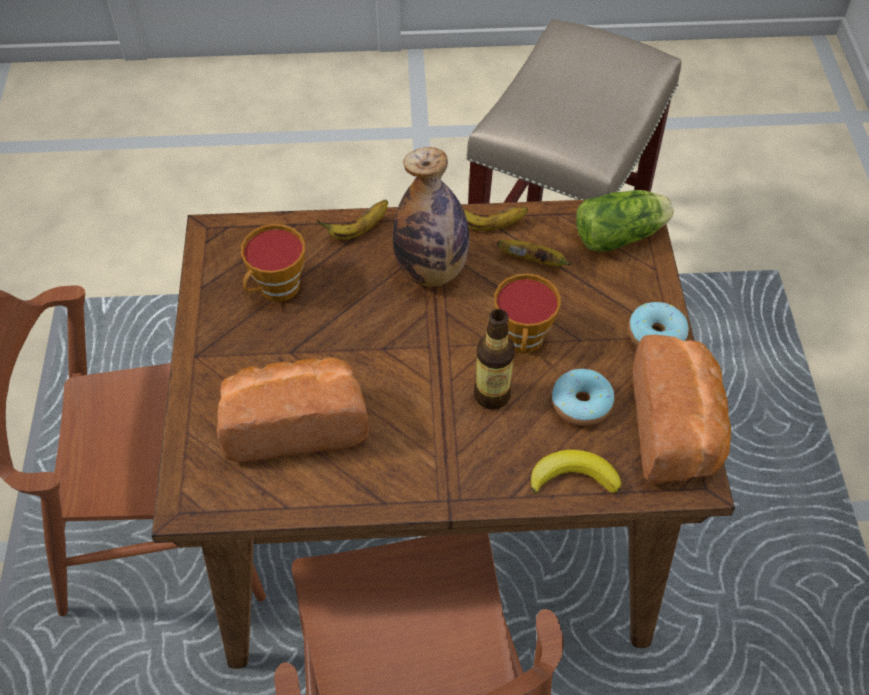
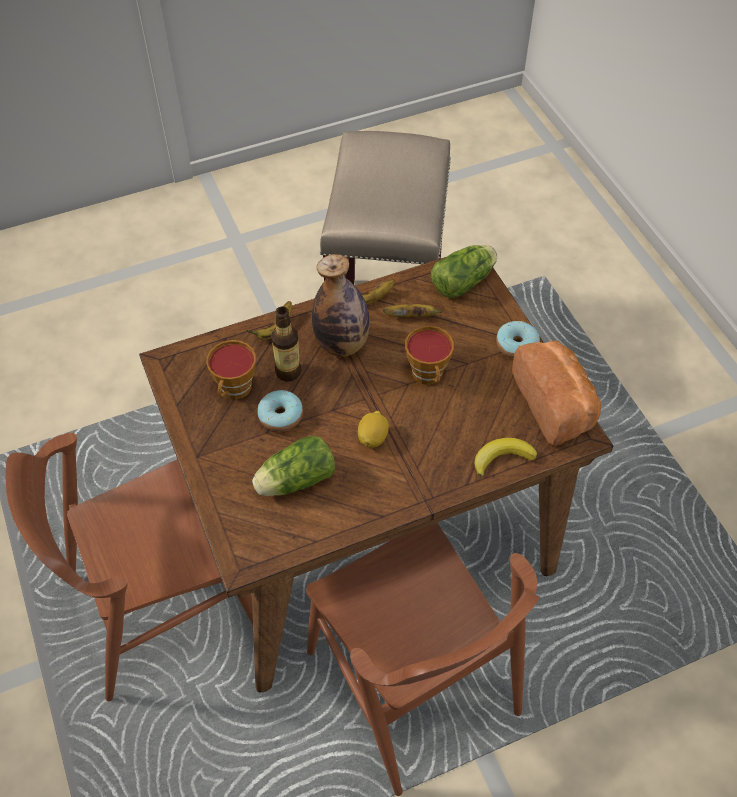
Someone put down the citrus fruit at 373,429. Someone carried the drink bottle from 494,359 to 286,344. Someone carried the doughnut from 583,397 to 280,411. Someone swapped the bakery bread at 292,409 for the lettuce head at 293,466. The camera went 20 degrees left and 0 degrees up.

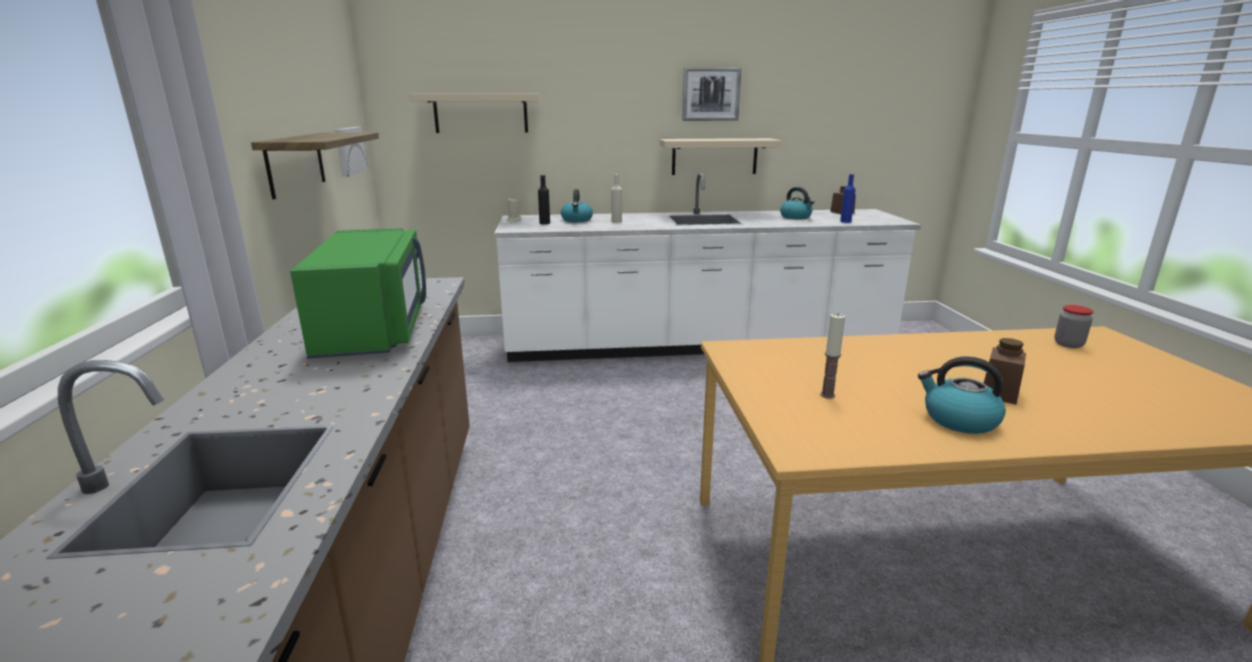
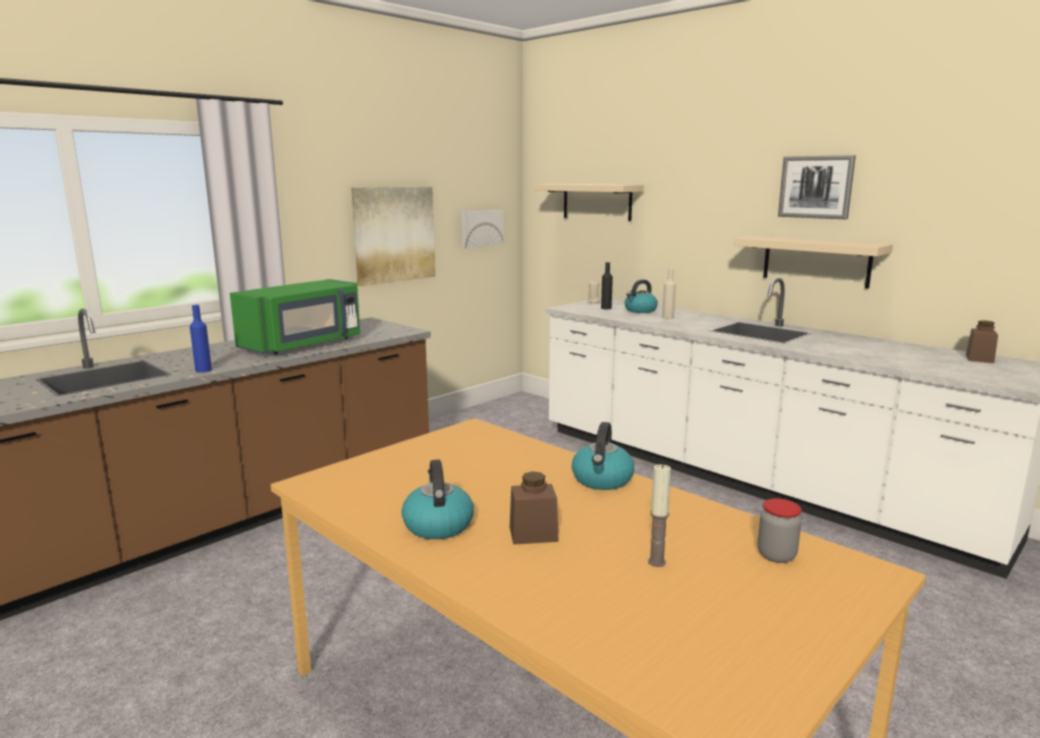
Someone carried the water kettle from 797,203 to 603,456. Someone carried the candle from 832,356 to 659,515. Someone carried the drink bottle/blue-coloured from 848,198 to 201,339. Someone swapped the wall shelf at 315,165 for the wall art at 393,236. The camera went 50 degrees right and 5 degrees down.

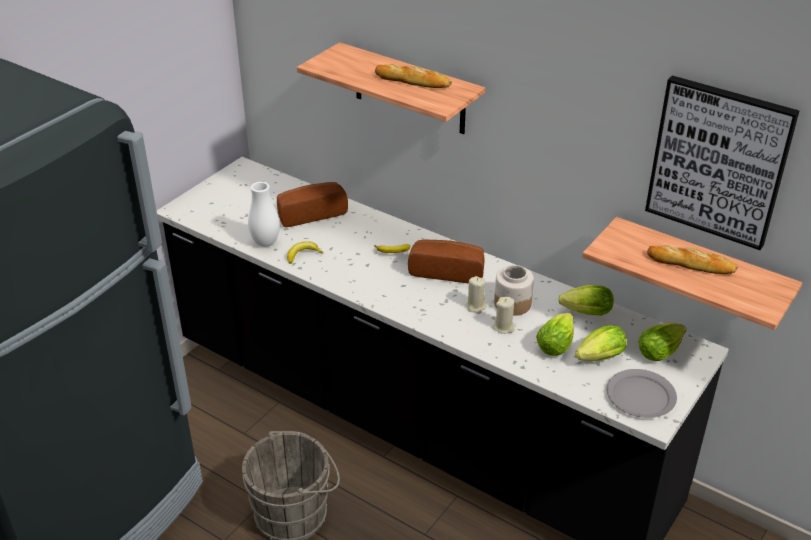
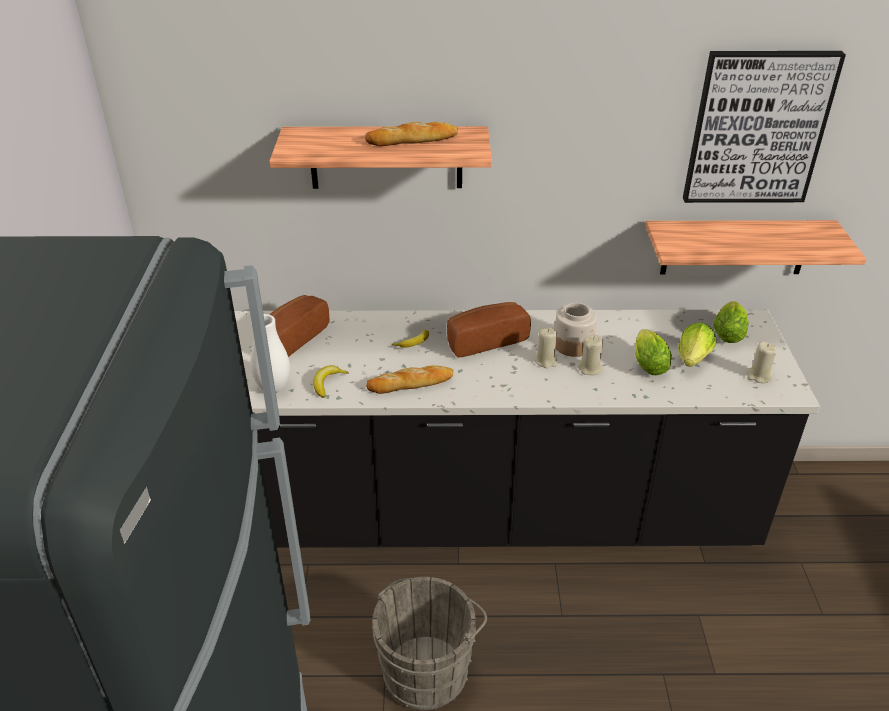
Someone took away the lettuce head at 586,300. Someone carried the bakery bread from 692,259 to 409,379. Someone swapped the dinner plate/gray at 642,393 for the candle/beige-coloured at 761,362. The camera went 35 degrees left and 0 degrees up.

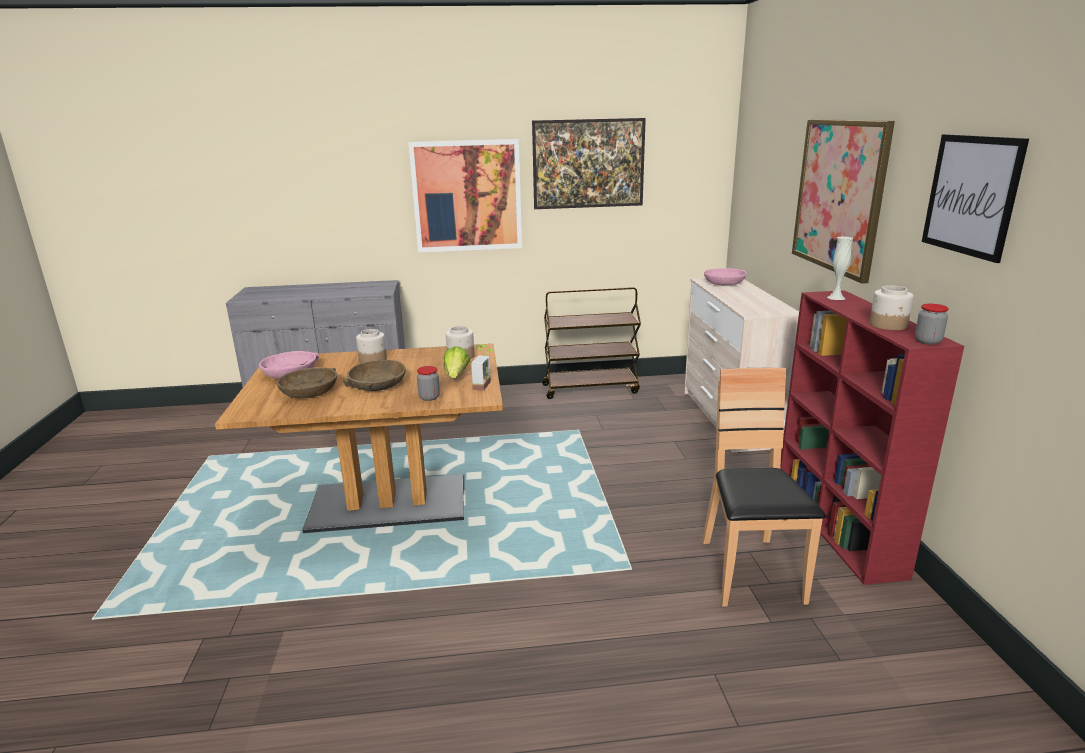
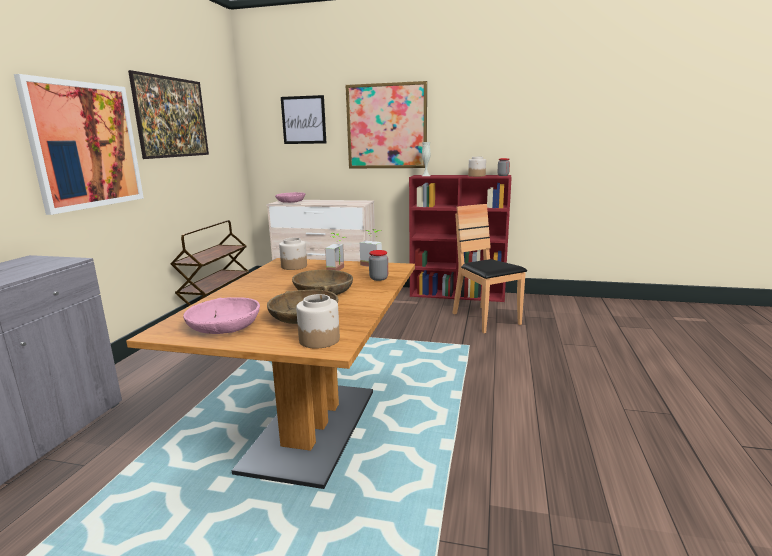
Someone carried the preserve jar from 371,346 to 318,321. Someone carried the wall art from 975,198 to 303,119. Someone swapped the lettuce head at 457,362 for the houseplant at 336,252. Someone rotated the plain chair/brown at 764,487 by 45 degrees clockwise. The camera went 70 degrees left and 5 degrees down.

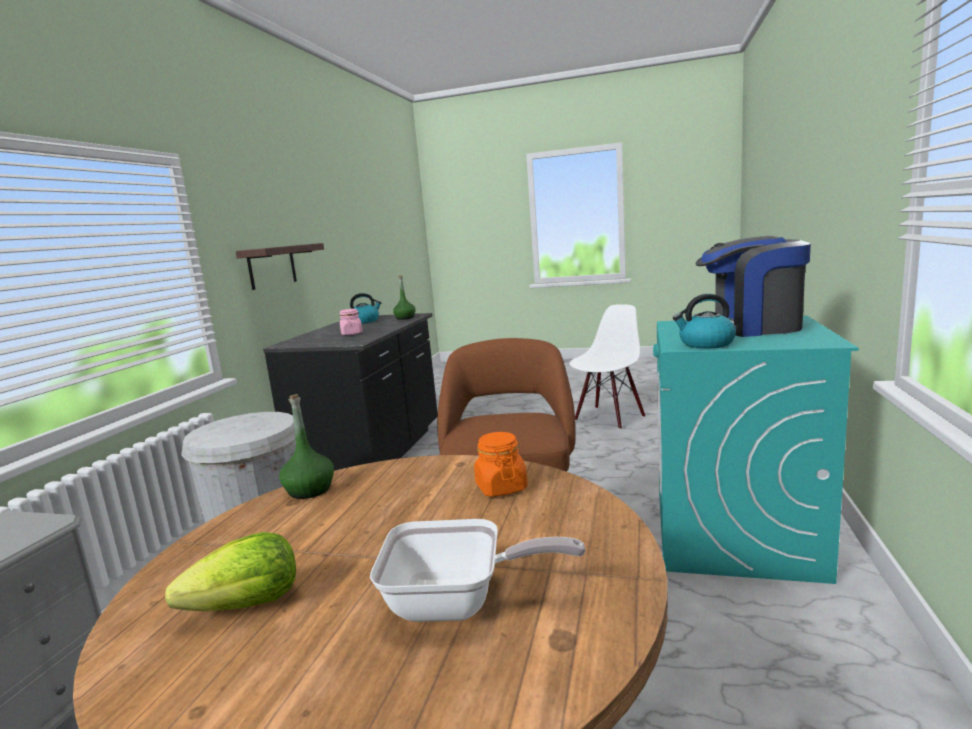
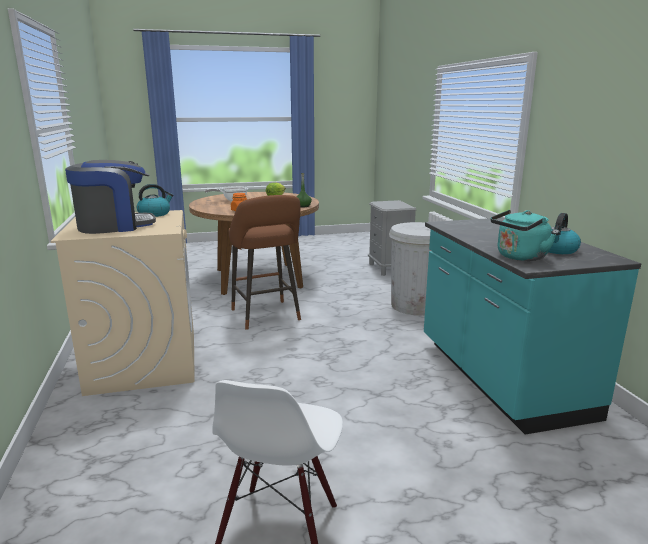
Someone took away the wall shelf at 280,266. Someone took away the preserve jar/pinkish at 351,322. Someone swapped the drink bottle/green at 404,297 for the water kettle/blue-green at 523,235. Someone repainted the counter/black-coloured at 350,392, which became the counter/blue-green at 532,326. Someone repainted the washing machine/blue-green at 756,450, which became the washing machine/beige-coloured at 123,303. The camera went 150 degrees right and 5 degrees up.

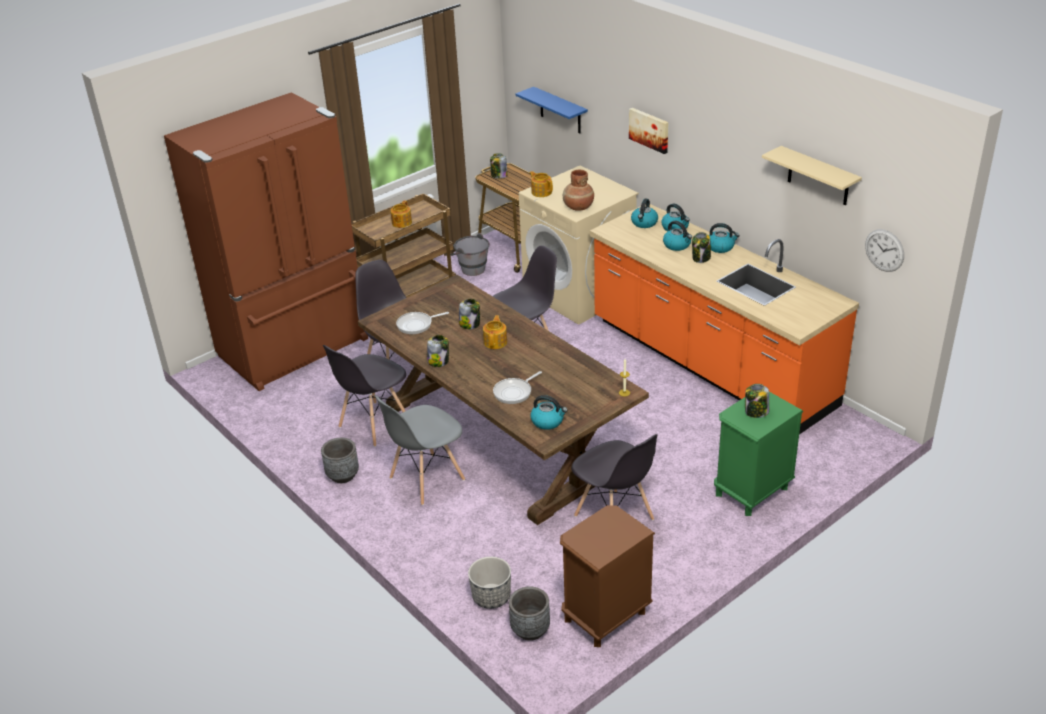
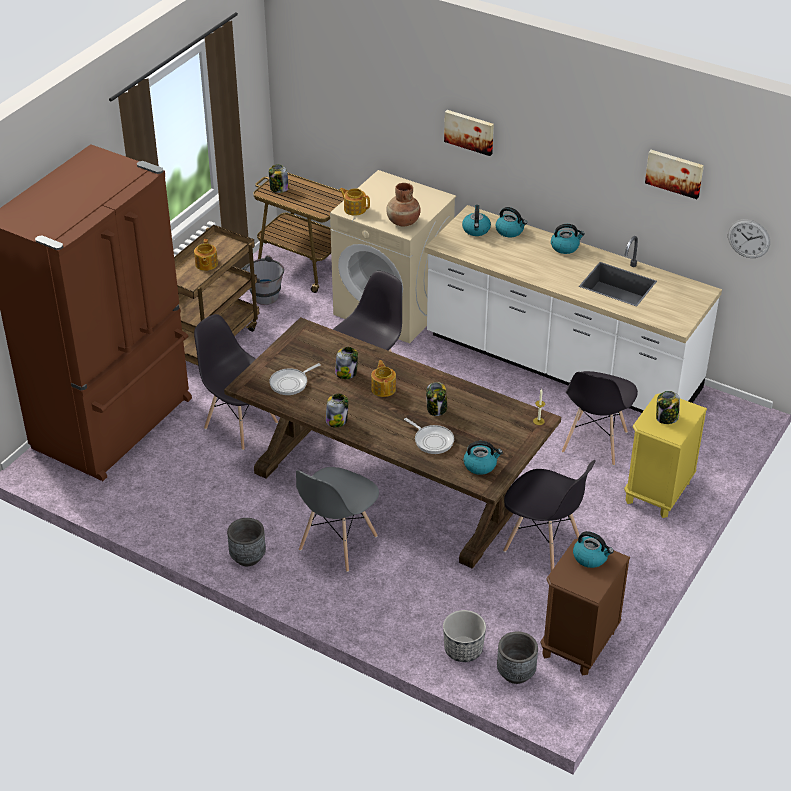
Someone took away the wall shelf/blue-coloured at 551,110. Someone carried the plain chair/gray from 364,396 to 600,418. Someone carried the water kettle from 677,236 to 593,549. Someone carried the preserve jar from 701,247 to 436,399. Someone swapped the wall shelf/beige-coloured at 812,176 for the wall art at 674,174. Someone repainted the counter/orange at 724,319, which became the counter/whitish at 573,309. Someone repainted the bedside table/green at 758,454, which became the bedside table/yellow at 665,455. Someone rotated the pan at 517,387 by 75 degrees counterclockwise. The camera went 20 degrees left and 5 degrees up.

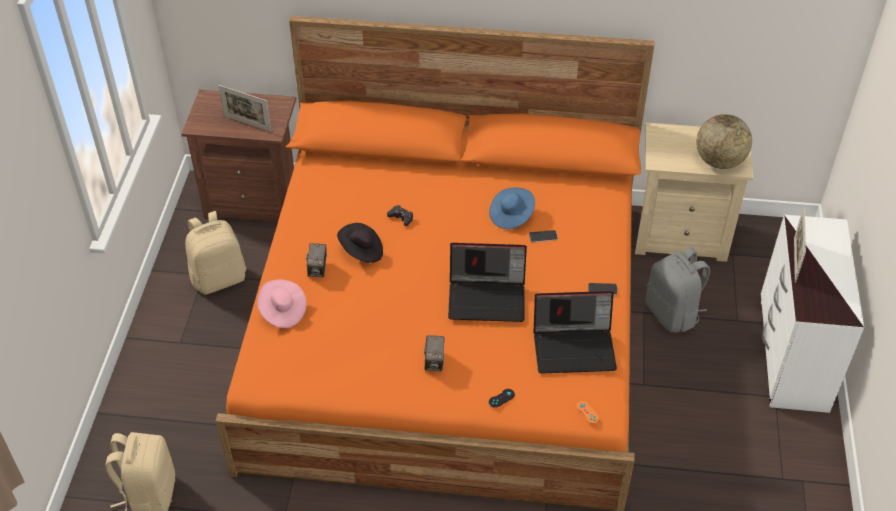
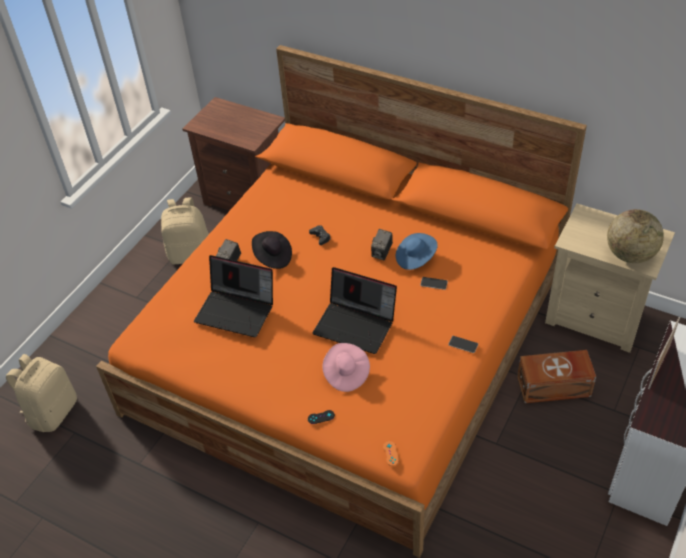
Someone took away the picture frame at 244,108. Someone carried the wearable hat/pinkish from 282,304 to 346,367. Someone carried the still camera from 434,353 to 382,244. Someone carried the notebook computer from 575,332 to 233,296. Someone swapped the knapsack/gray at 678,290 for the storage bin/brown at 556,376. The camera went 25 degrees right and 0 degrees up.

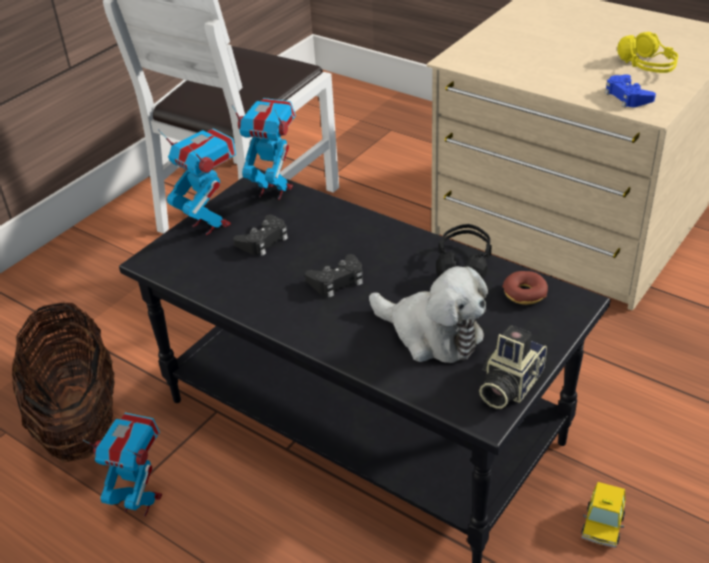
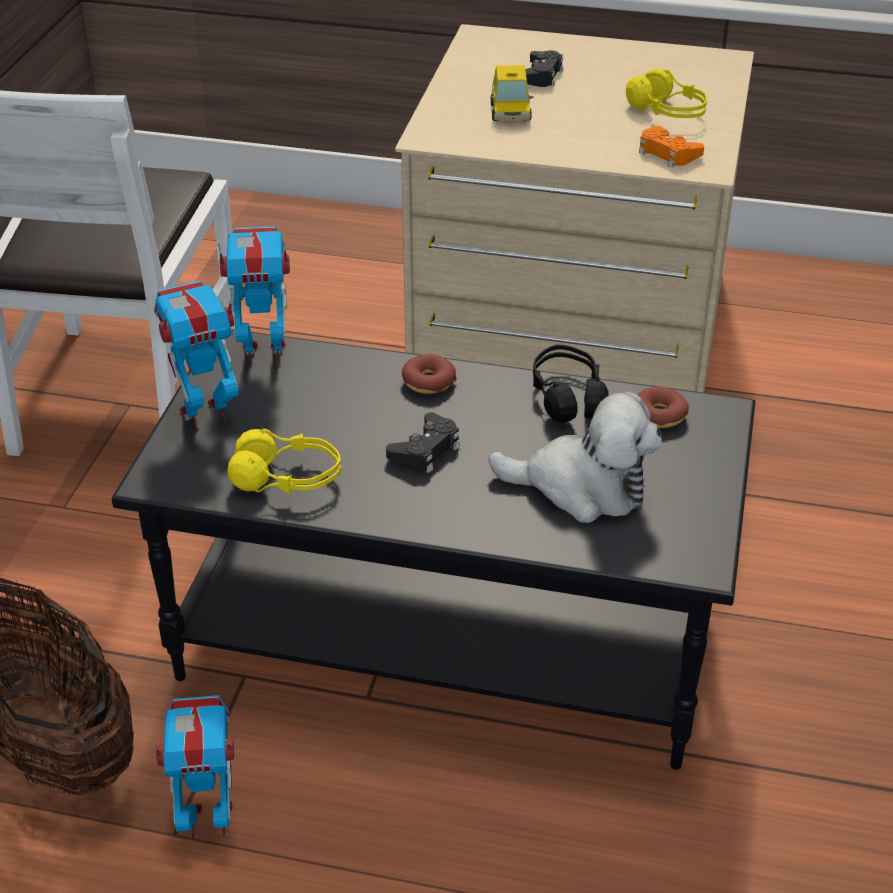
Someone took away the still camera at 513,367. Someone put down the headphones/yellow at 284,461. Someone put down the doughnut at 429,374. Someone carried the game controller/black-coloured from 260,235 to 544,68. Someone carried the miniature car from 603,515 to 511,93. Someone repainted the game controller/blue-coloured at 630,91, which became the game controller/orange at 671,147. Someone rotated the model robot at 197,182 by 45 degrees counterclockwise. The camera went 25 degrees left and 0 degrees up.

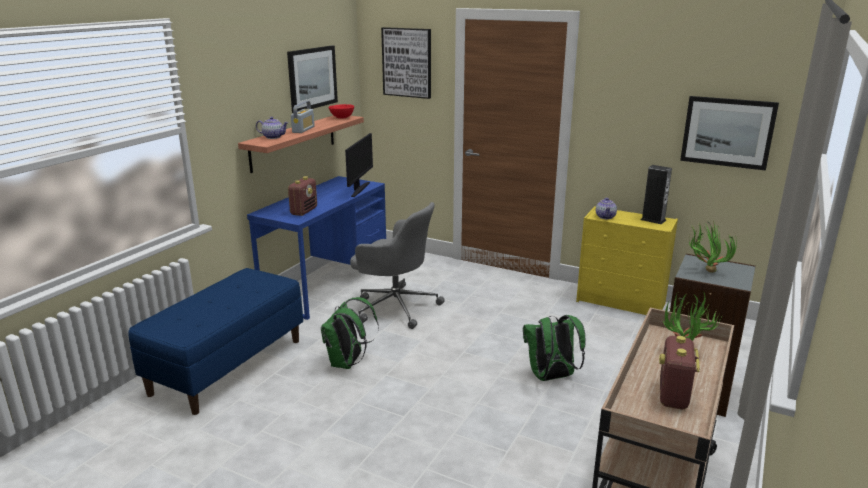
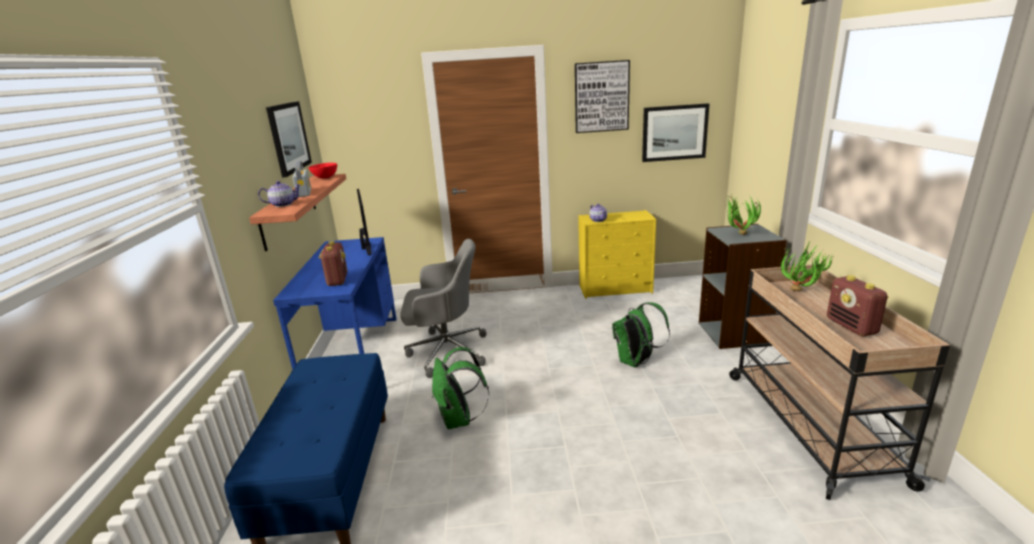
Someone took away the speaker at 656,194. Someone carried the wall art from 406,63 to 602,96. The camera went 30 degrees left and 0 degrees up.

